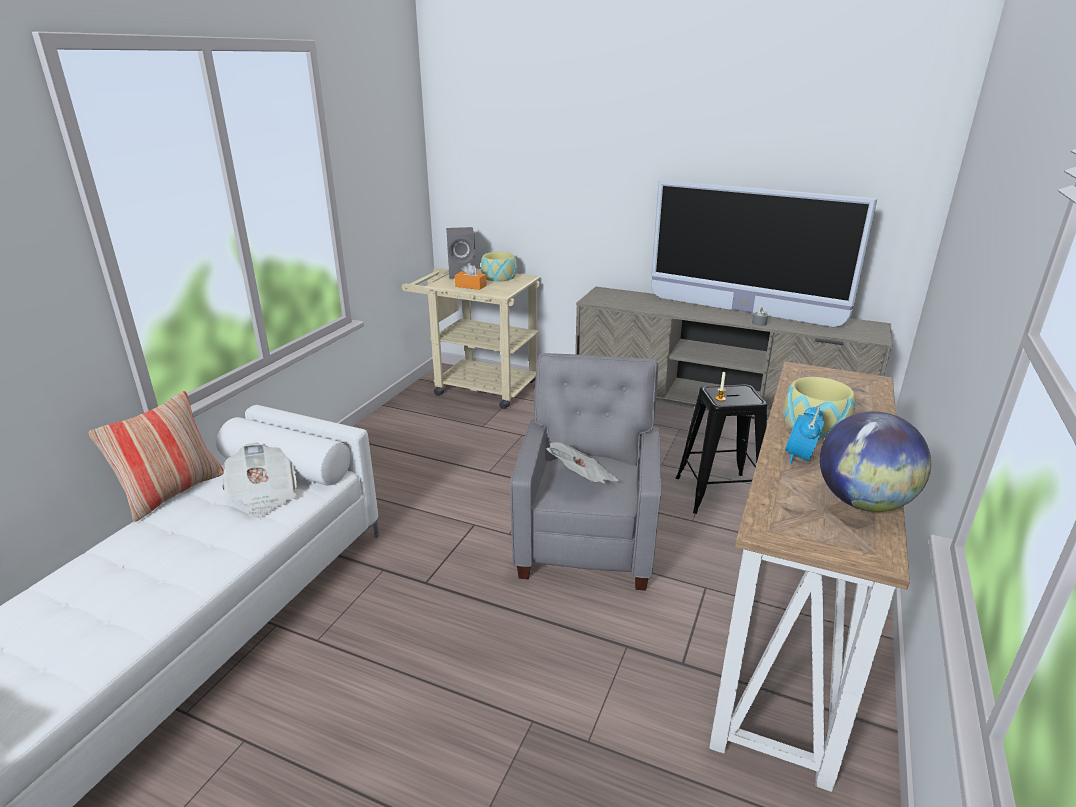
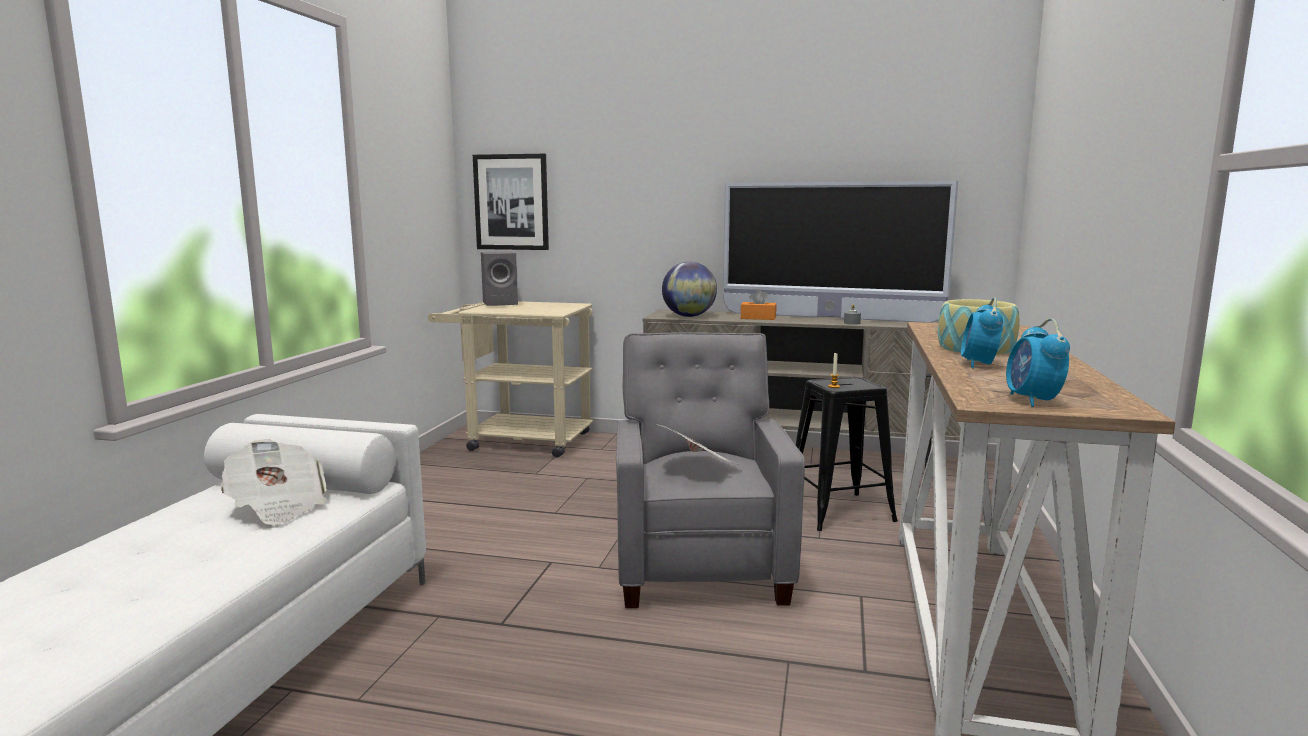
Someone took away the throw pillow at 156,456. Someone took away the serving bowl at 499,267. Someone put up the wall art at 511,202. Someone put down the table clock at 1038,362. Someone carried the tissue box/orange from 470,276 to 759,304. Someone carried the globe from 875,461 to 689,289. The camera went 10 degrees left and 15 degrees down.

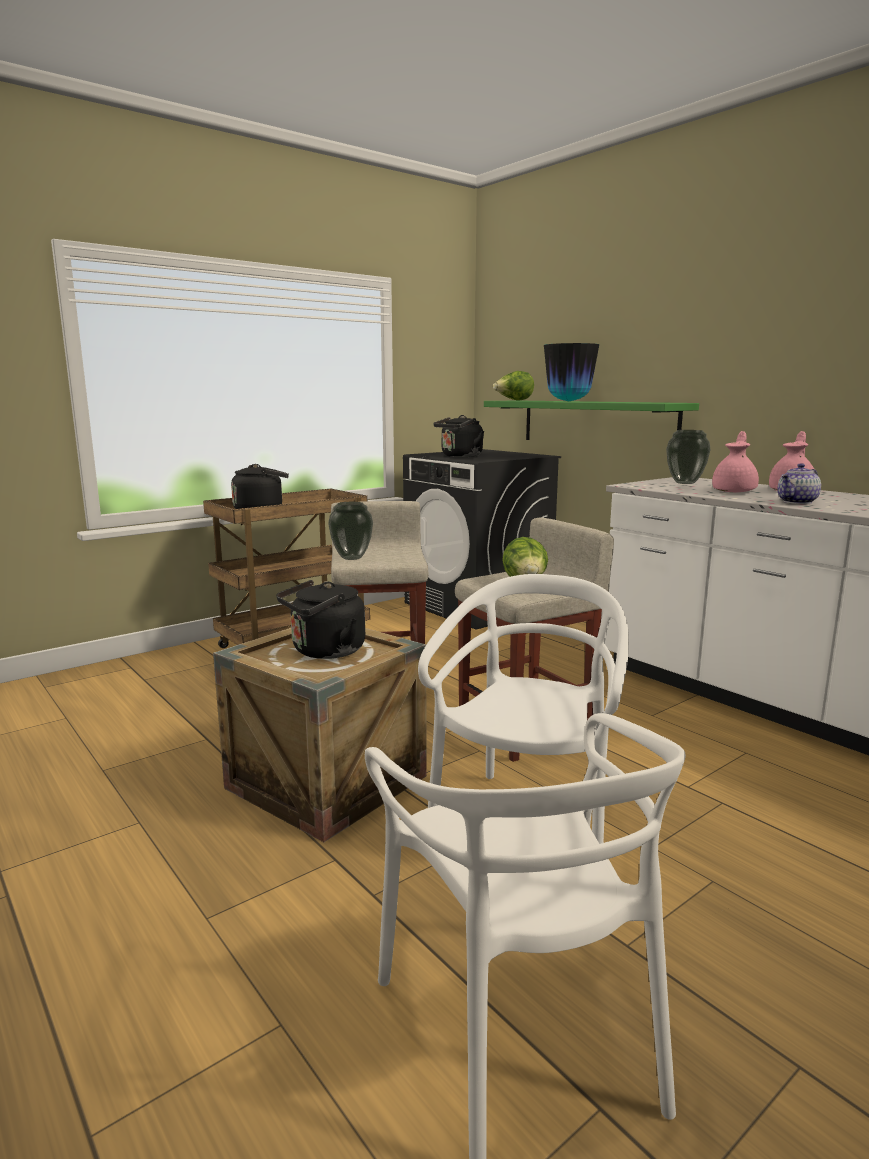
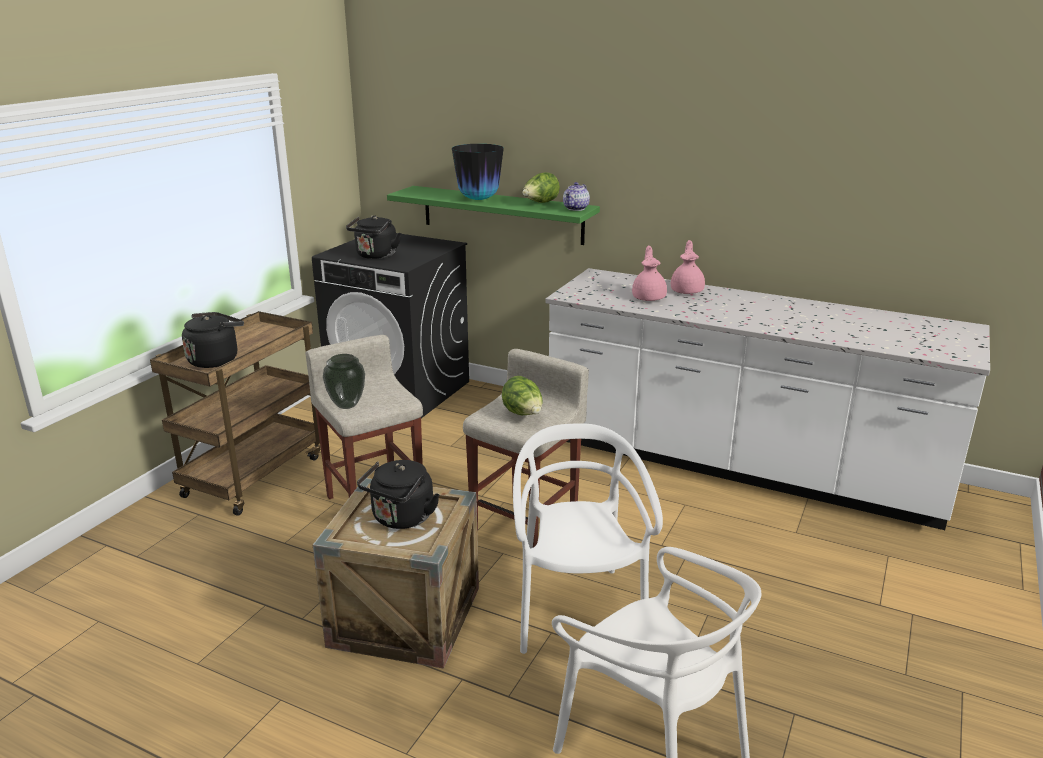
Someone took away the decorative vase at 688,457. Someone carried the lettuce head from 513,386 to 541,187. Someone carried the tea pot from 799,483 to 576,196. The camera went 25 degrees left and 10 degrees up.

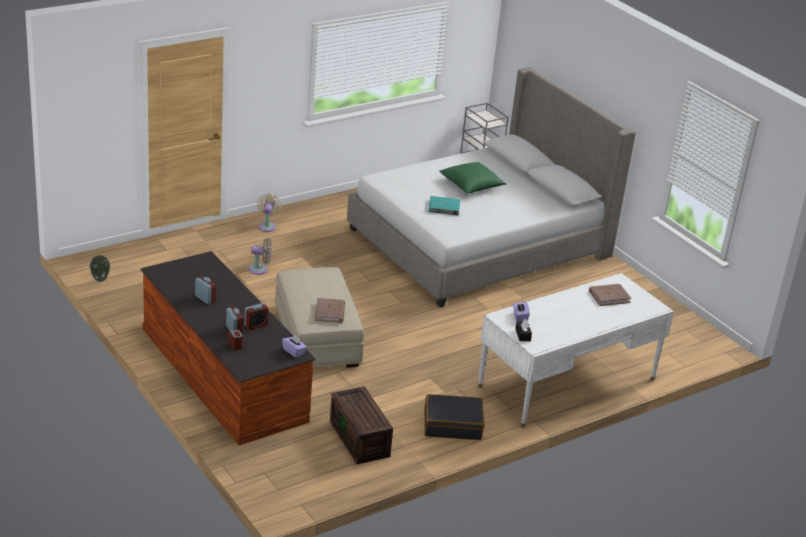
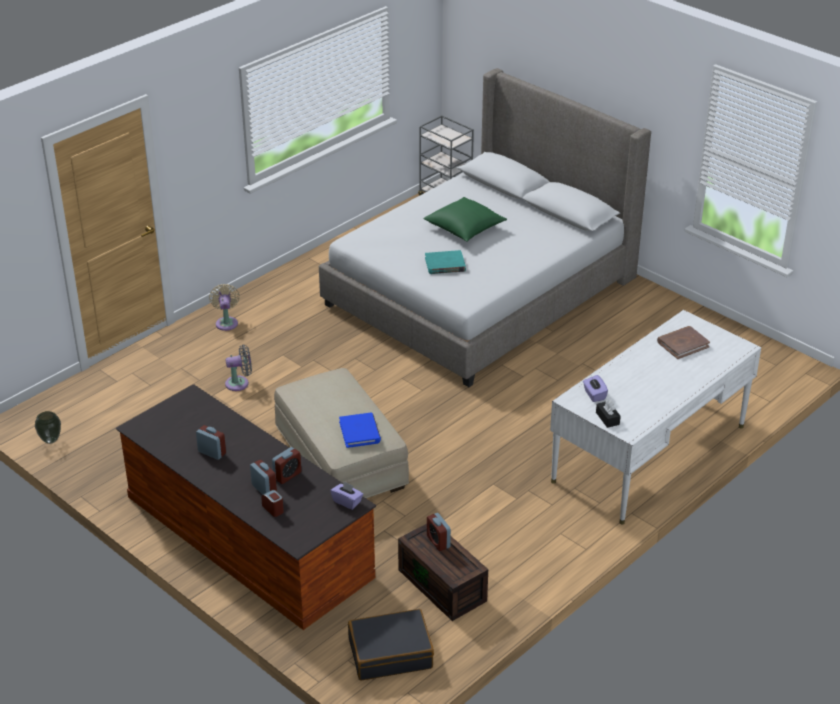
Someone put down the table clock at 439,532. Someone carried the travel case/black-coloured from 454,417 to 391,644. Someone repainted the book/brown at 330,310, which became the book/blue-coloured at 360,430. The camera went 10 degrees left and 5 degrees up.

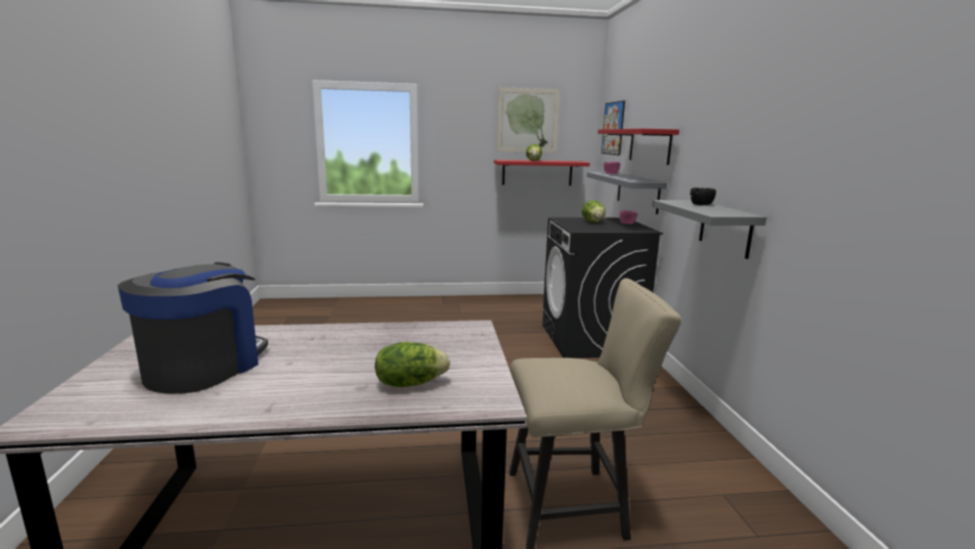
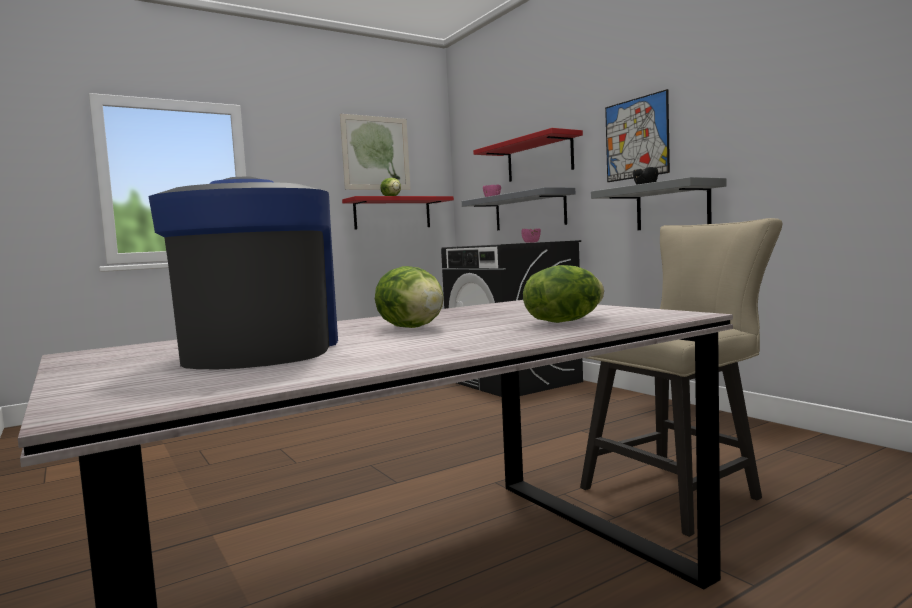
Someone carried the lettuce head from 593,211 to 409,297. Someone carried the wall art from 613,128 to 637,135. The camera went 25 degrees left and 10 degrees down.

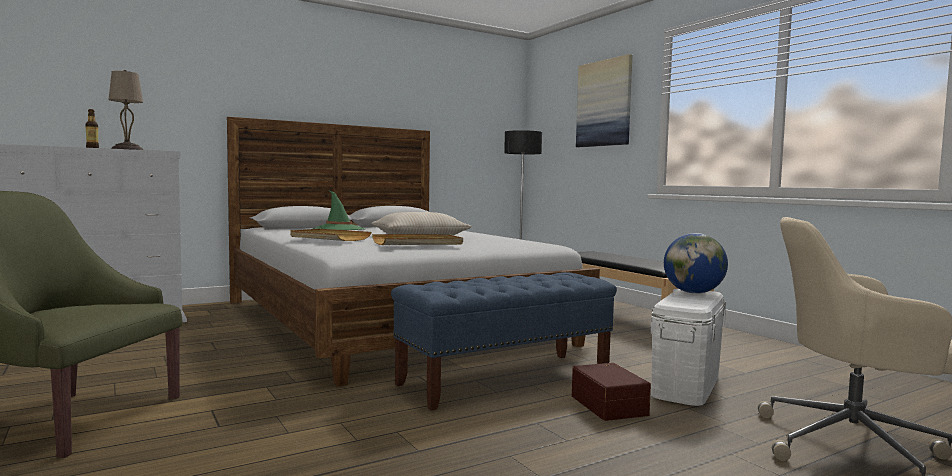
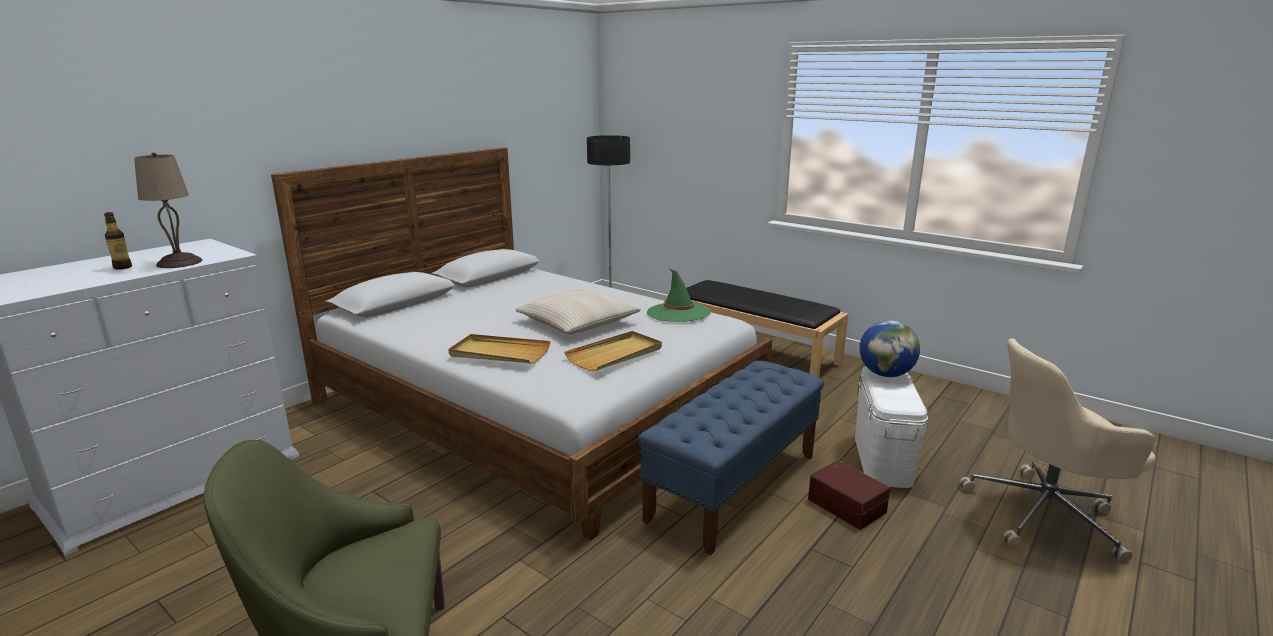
Someone took away the wall art at 604,100. Someone carried the wearable hat/green from 339,210 to 679,295. The camera went 20 degrees left and 15 degrees up.

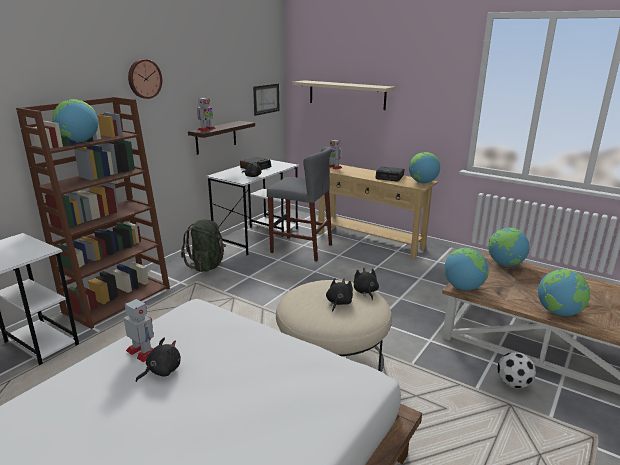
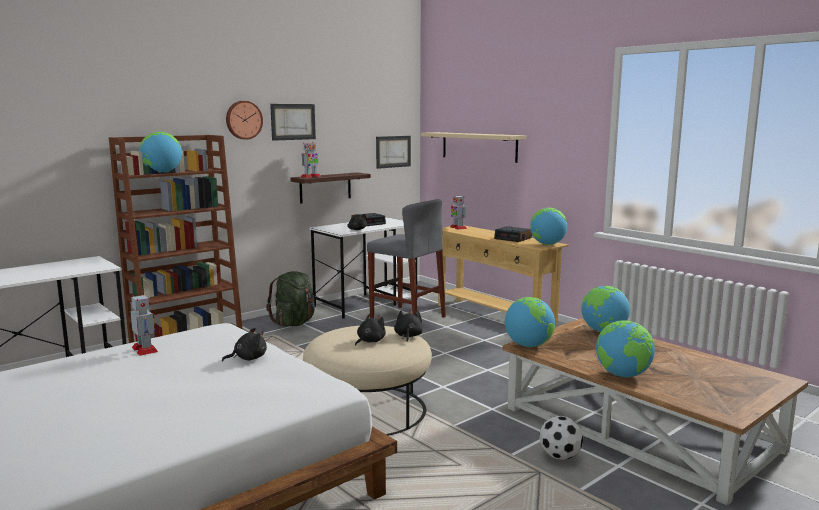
Someone put up the wall art at 293,122. Someone carried the cuddly toy/black-coloured from 158,360 to 244,345. The camera went 15 degrees right and 10 degrees down.

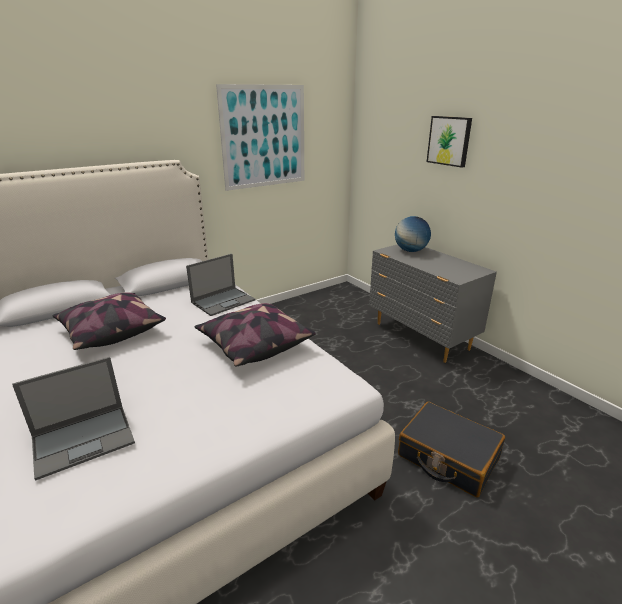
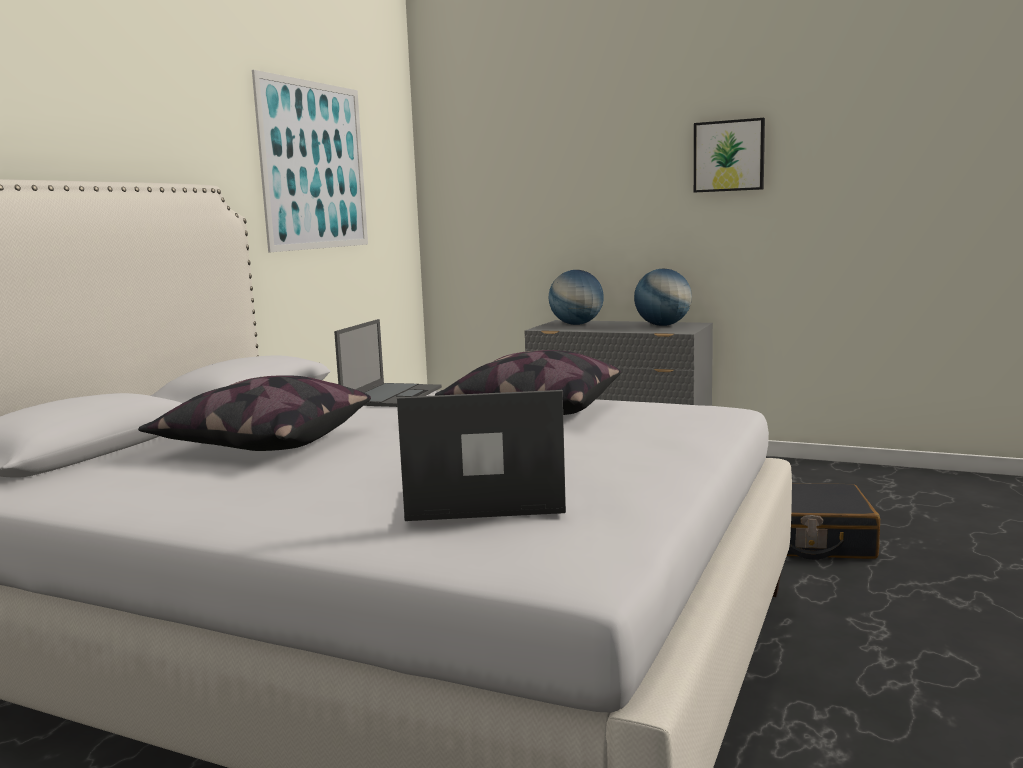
Someone put down the globe at 663,297. Someone carried the wall art from 449,142 to 729,155. Someone rotated the notebook computer at 73,419 by 120 degrees counterclockwise. The camera went 30 degrees left and 15 degrees down.

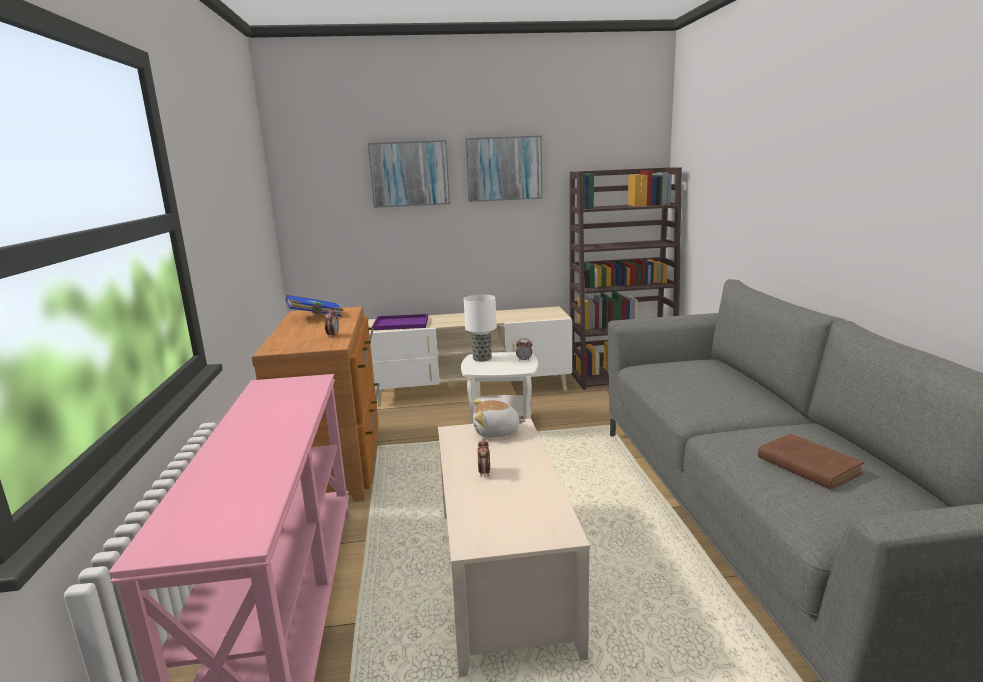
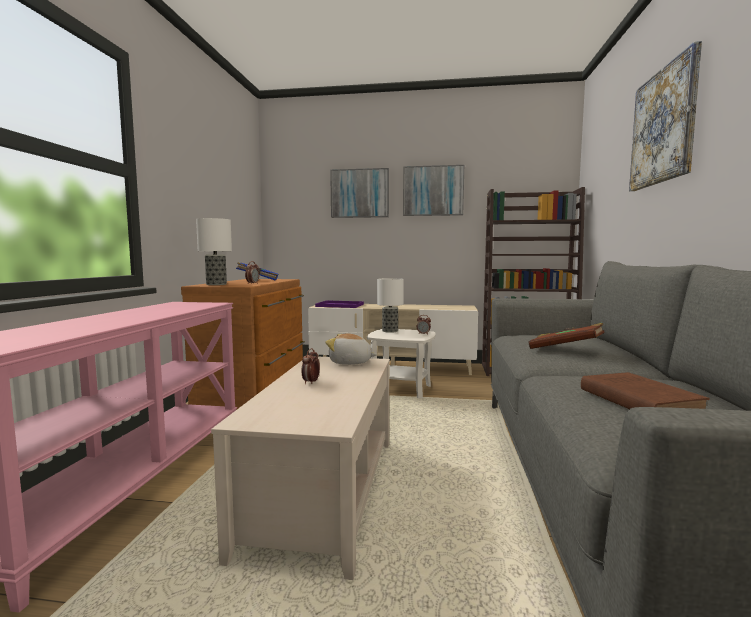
Someone put down the lamp for a table at 214,251. Someone put down the book/brown at 566,336. Someone put up the wall art at 665,116. The camera went 15 degrees right and 10 degrees down.

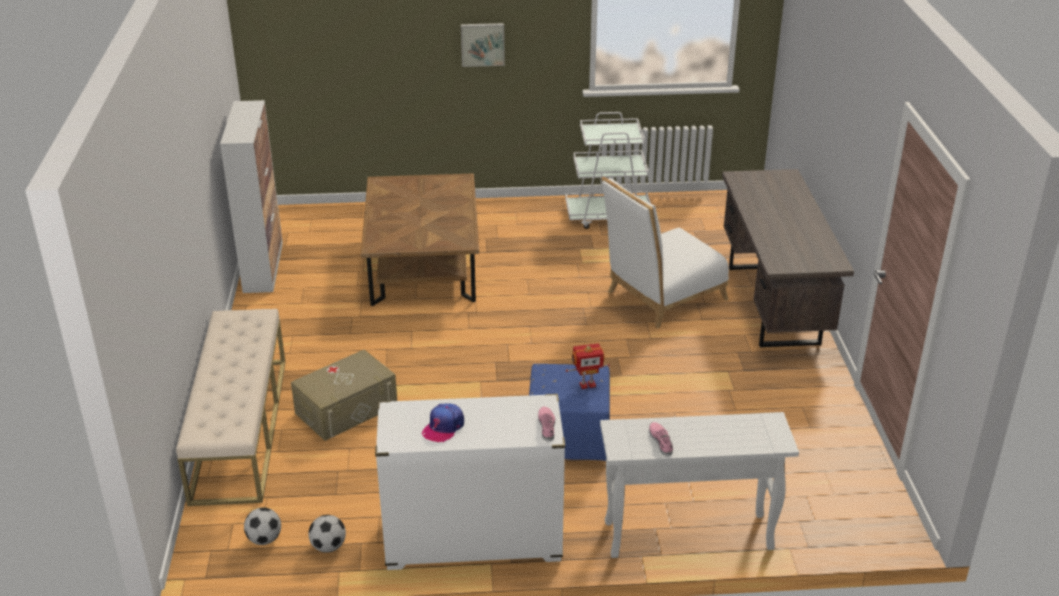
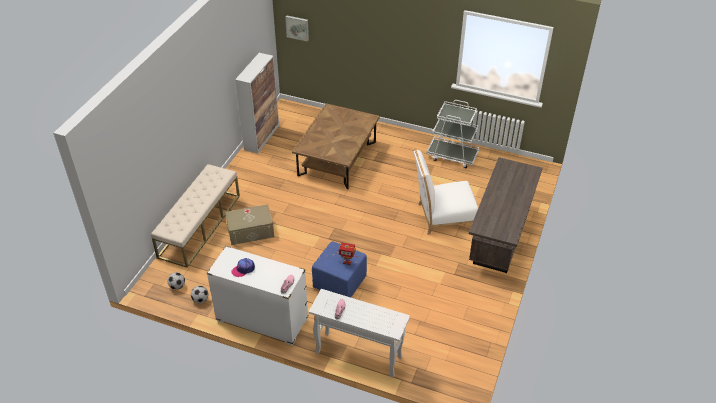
Someone carried the wall art from 483,45 to 297,28. The camera went 25 degrees right and 10 degrees up.

